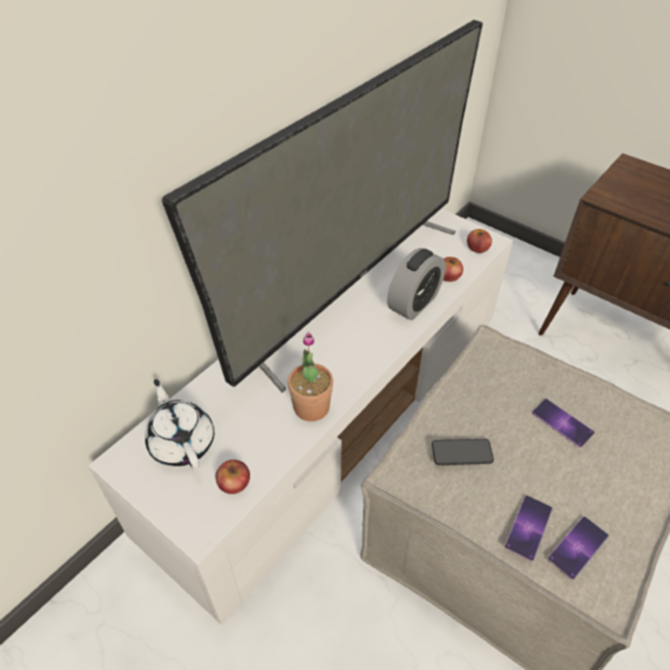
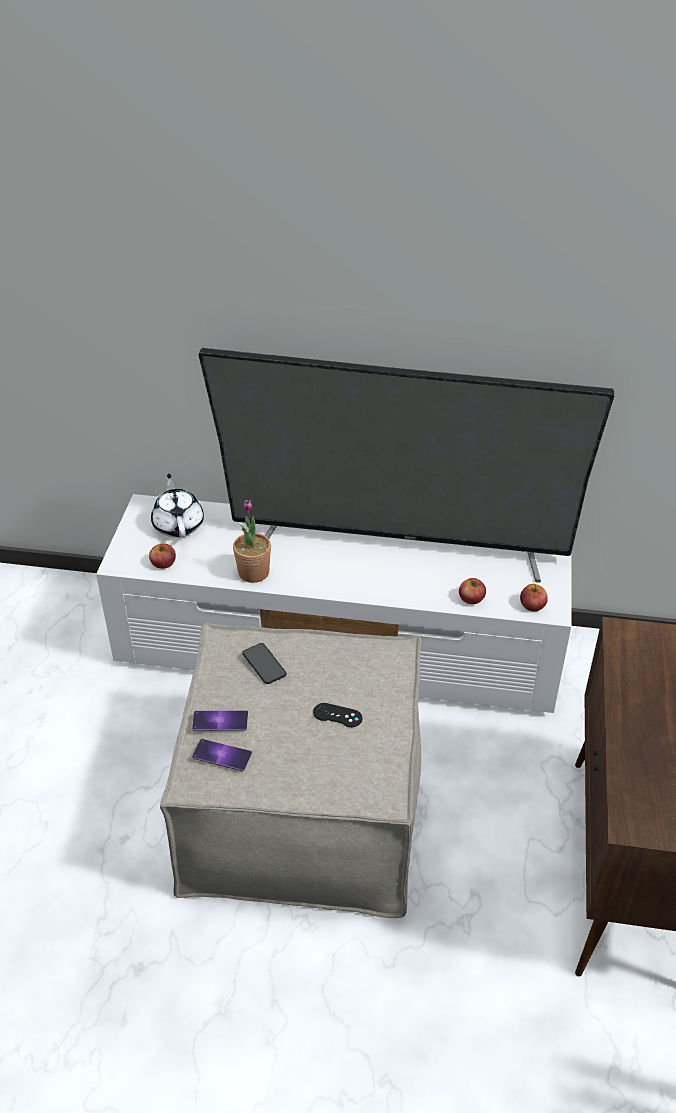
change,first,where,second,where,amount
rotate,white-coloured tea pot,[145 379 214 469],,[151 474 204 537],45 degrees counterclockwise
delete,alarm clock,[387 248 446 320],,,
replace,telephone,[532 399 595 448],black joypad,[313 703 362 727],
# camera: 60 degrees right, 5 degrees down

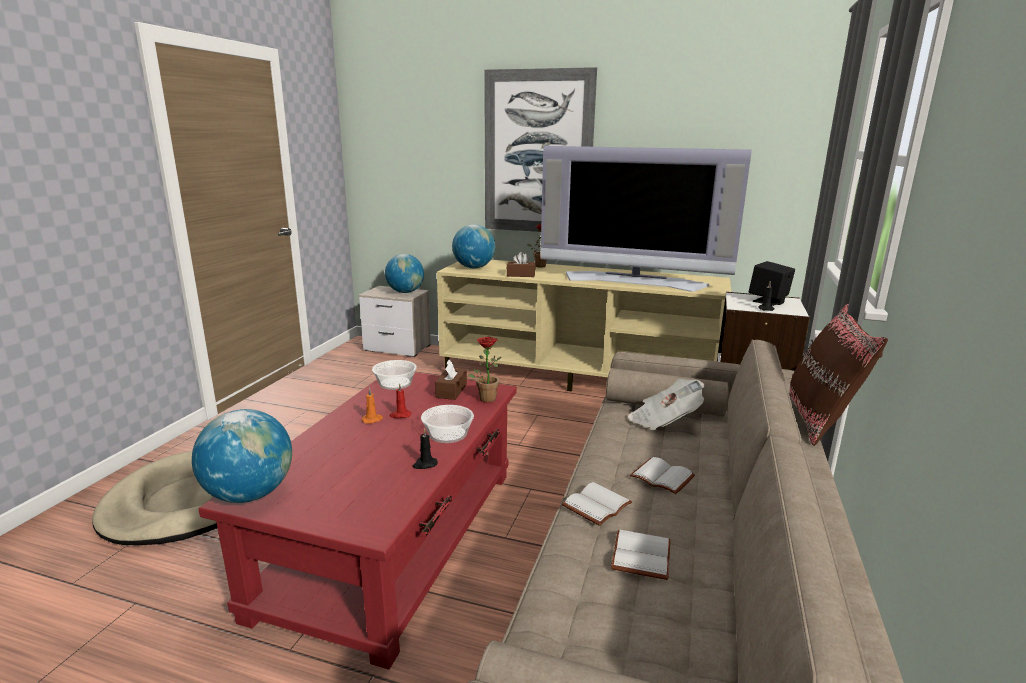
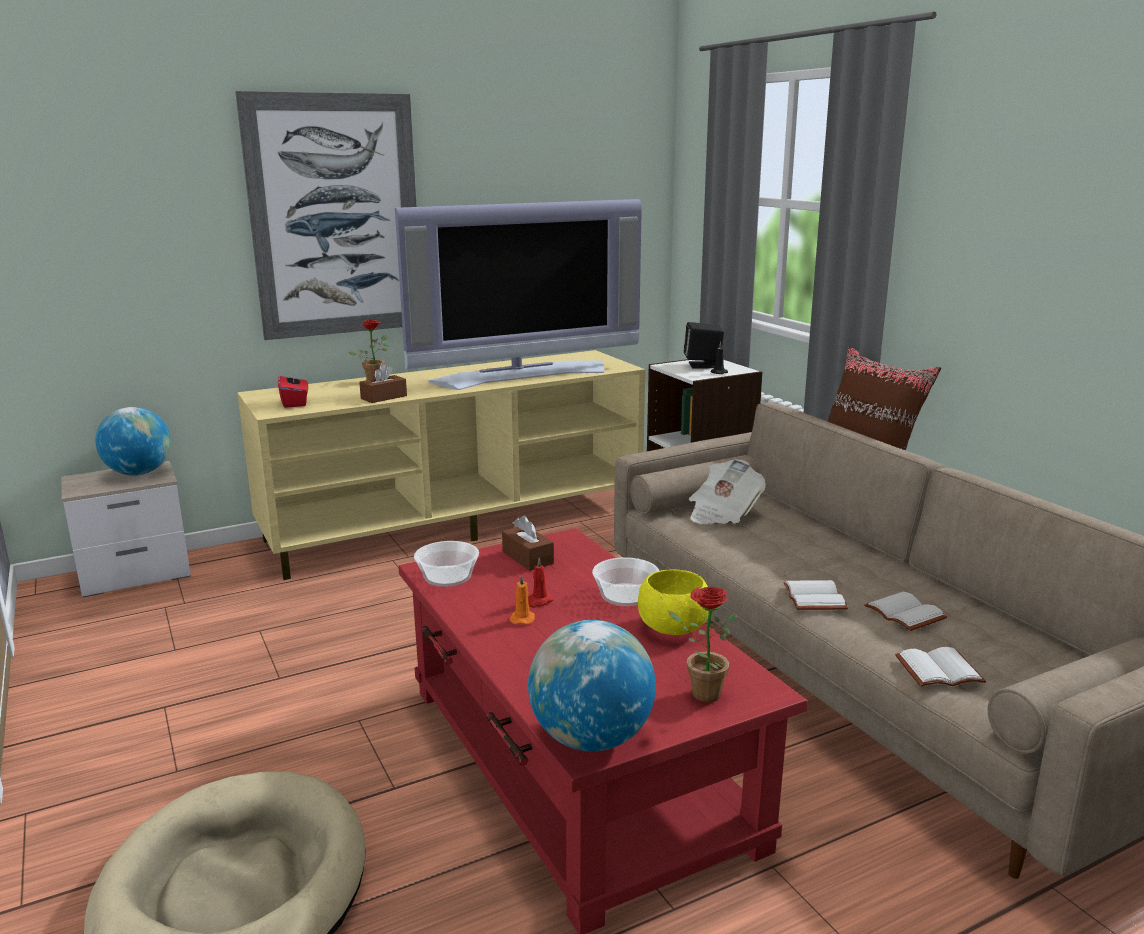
change,first,where,second,where,amount
replace,black candle,[413 428 438 469],yellowish bowl,[638 569 709 635],
replace,world globe,[452 224 495 268],reddish box of tissues,[278 372 308 408],
move,plant in a pot,[468 337 501 403],,[668 587 735 703],
move,white-coloured book,[630 457 695 494],,[895 647 986 686],
# camera: 45 degrees left, 0 degrees up

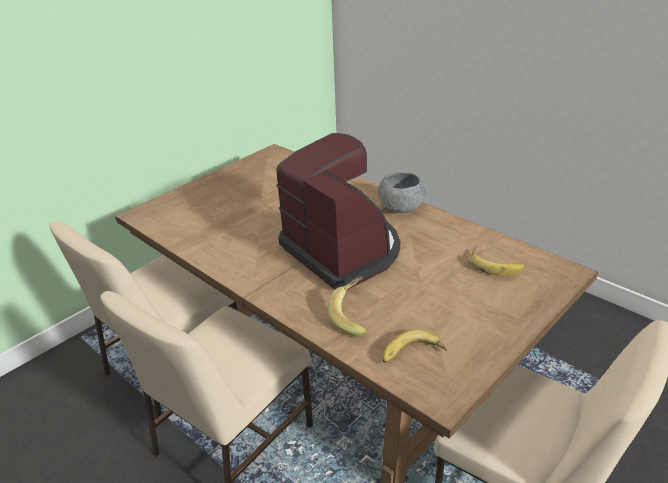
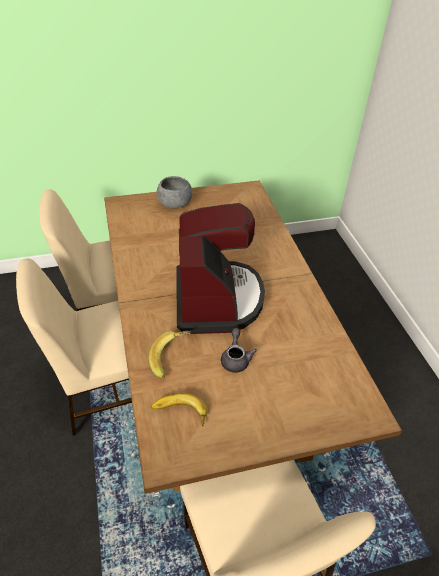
change,first,where,second,where,amount
move,greyish bowl,[378 172 426 213],,[157 176 192 209],
delete,banana fruit,[468 248 525 276],,,
insert,,,greyish tea pot,[221 328 257 373],
# camera: 30 degrees right, 10 degrees up

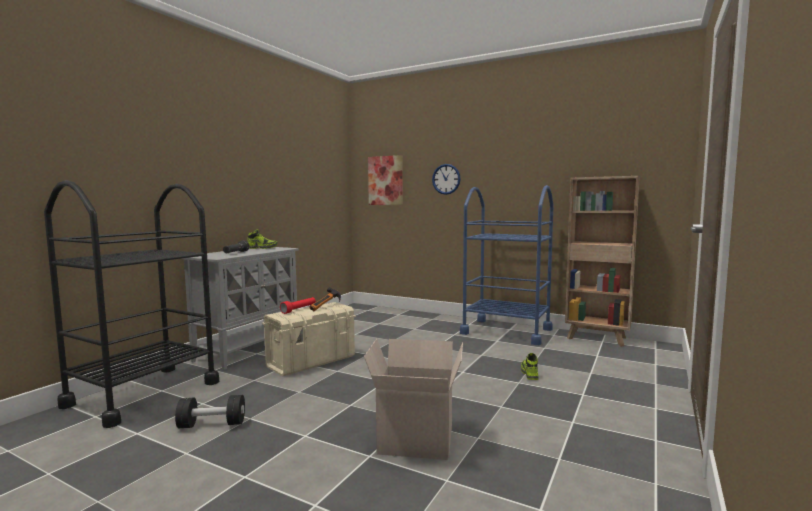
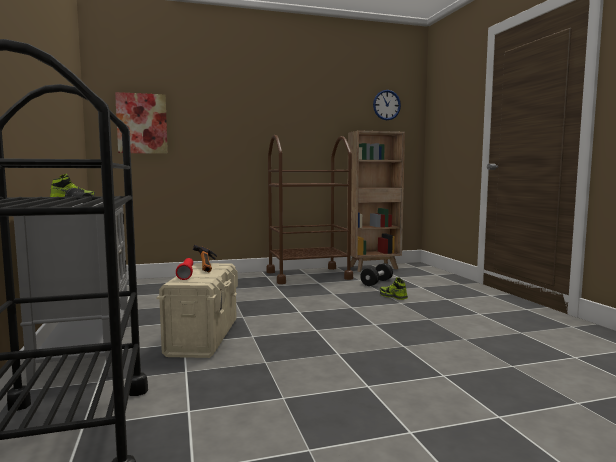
change,first,where,second,where,amount
move,black hand weight,[175 395 245 428],,[360 263 393 286],
delete,cardboard box,[364 339 463 460],,,
move,clock on the wall,[432 164 461 195],,[373 90 401 120],
recolor,bluish cart,[460 185 554 345],brownish cart,[266 135 353 284],
# camera: 45 degrees left, 0 degrees up

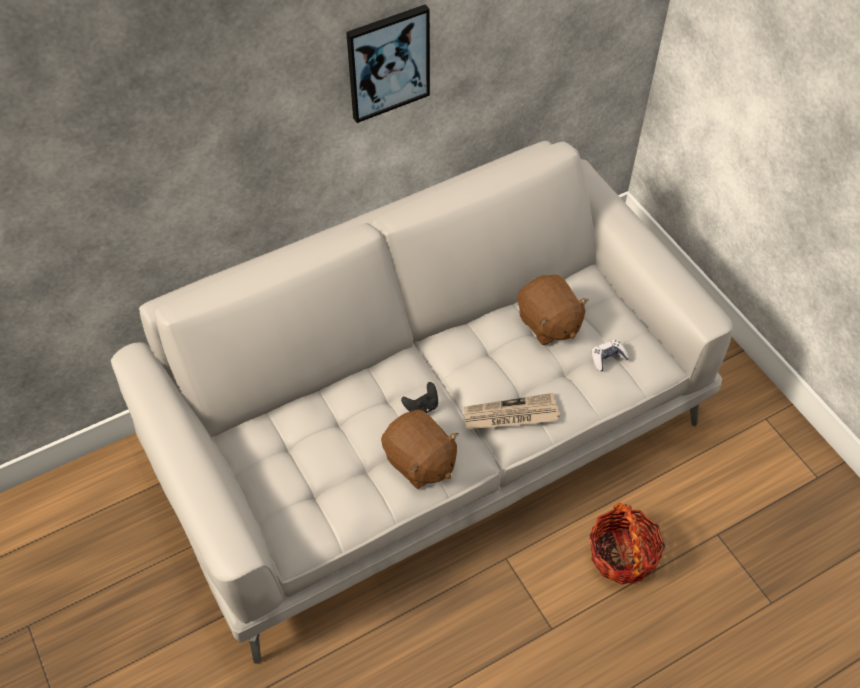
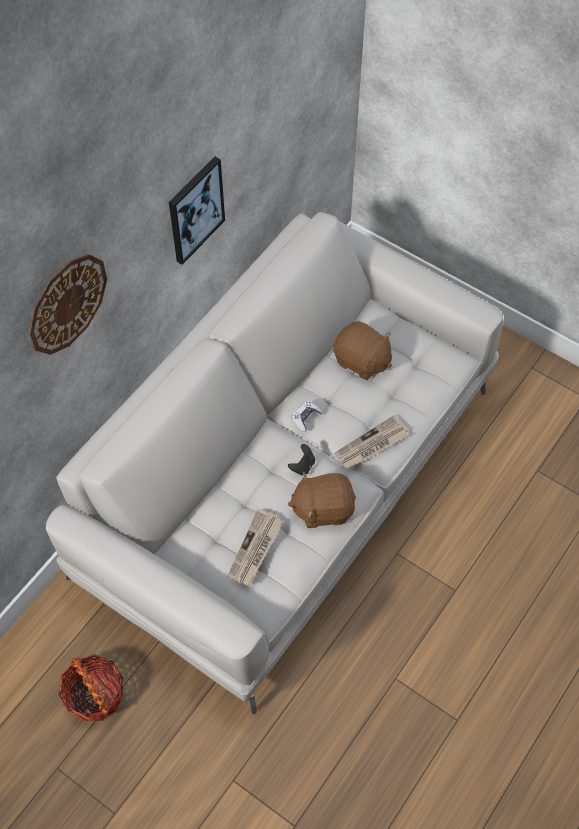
change,first,where,second,where,amount
rotate,brownish plush toy,[381 410 459 489],,[288 472 356 528],150 degrees clockwise
move,household basket,[589 503 665 585],,[58 654 123 721],
move,joypad,[591 339 629 371],,[292 401 322 432],
insert,,,clock on the wall,[29 254 107 355],
insert,,,newspaper,[227 509 283 586],
# camera: 25 degrees left, 5 degrees up

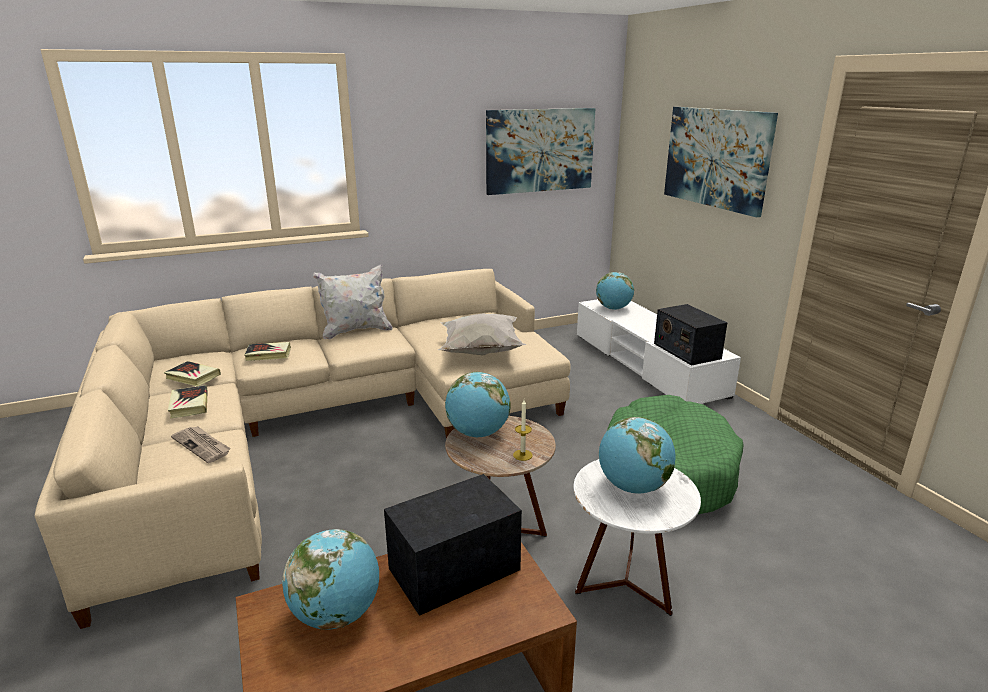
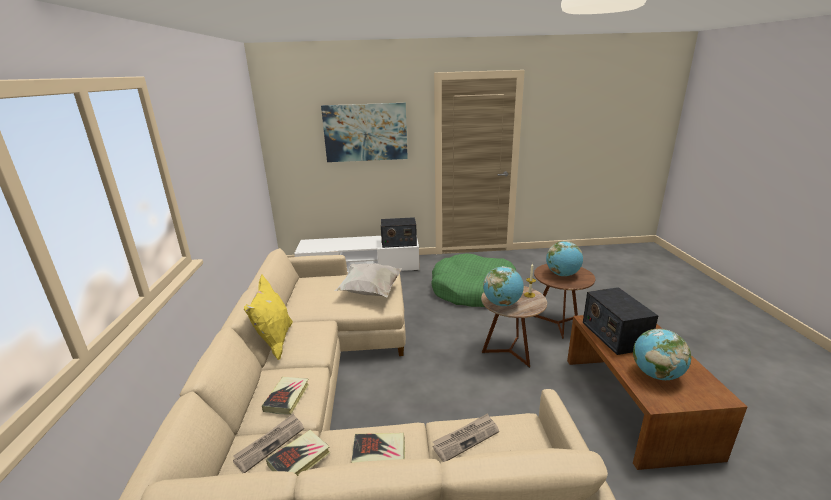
change,first,where,second,where,amount
recolor,white-coloured cushion,[313 264 392 339],yellowish cushion,[244 274 293 360],
delete,picture,[486 108 595 195],,,
recolor,white-coloured accent table,[573 459 701 616],brownish accent table,[534 264 595 339],
delete,world globe,[596 272 634 310],,,
insert,,,newspaper,[233 414 304 473],
# camera: 70 degrees left, 0 degrees up

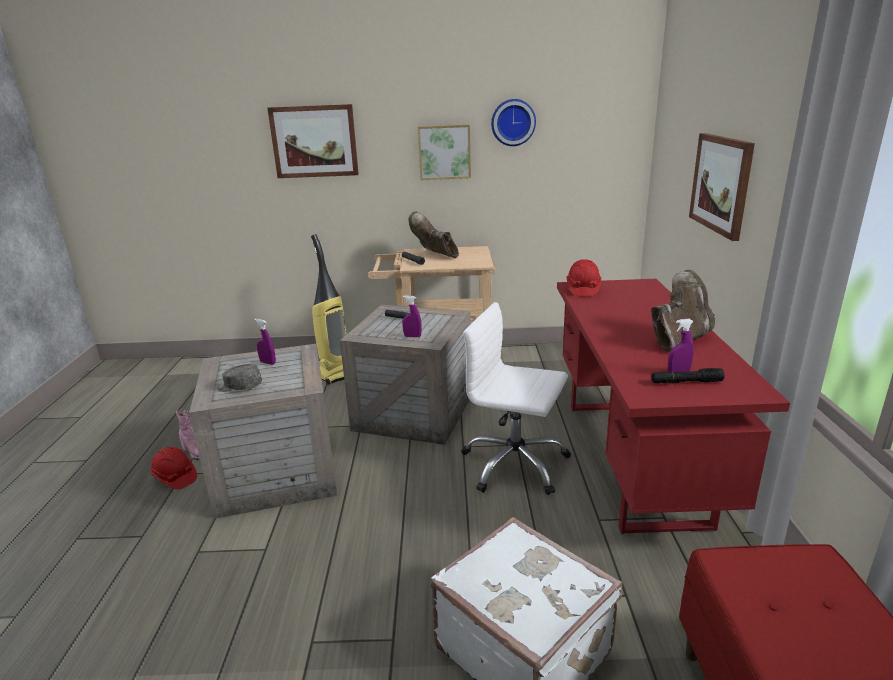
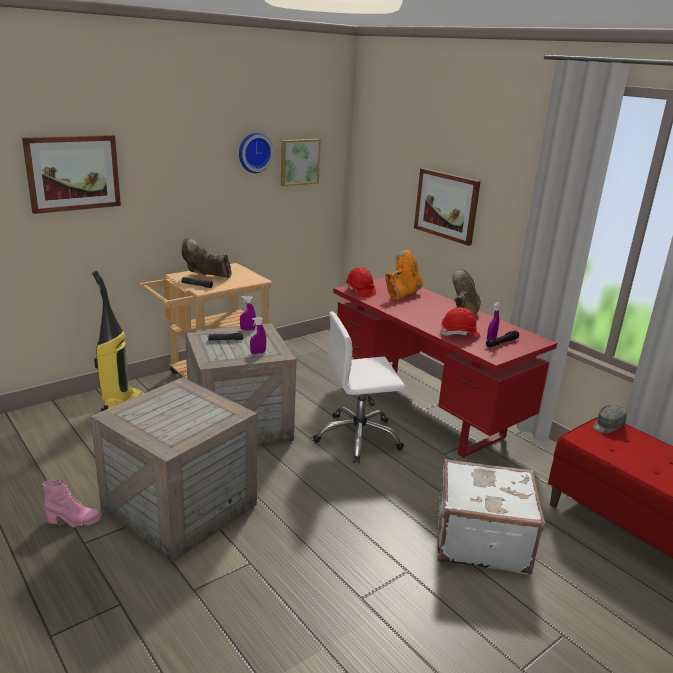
change,first,where,second,where,amount
move,reddish work helmet,[150 447 197 490],,[440 307 481 337],
move,greyish cap,[217 364 262 392],,[593 405 626 433],
move,purplish hand sprayer,[254 319 276 365],,[240 296 256 330],
move,picture,[418 124 471 180],,[281 139 321 186],
insert,,,orange-coloured boot,[385 250 423 302],
# camera: 40 degrees left, 0 degrees up

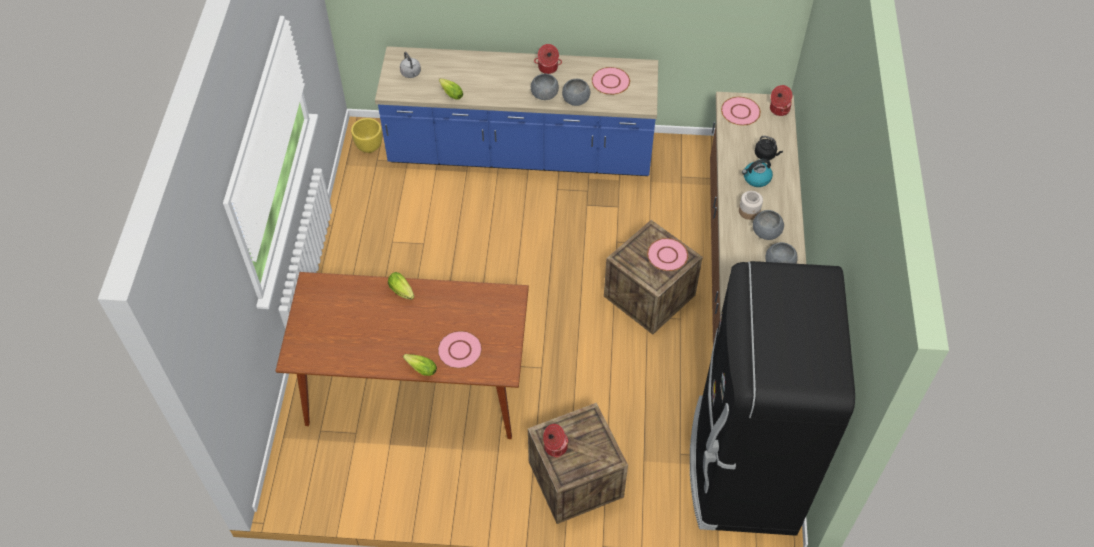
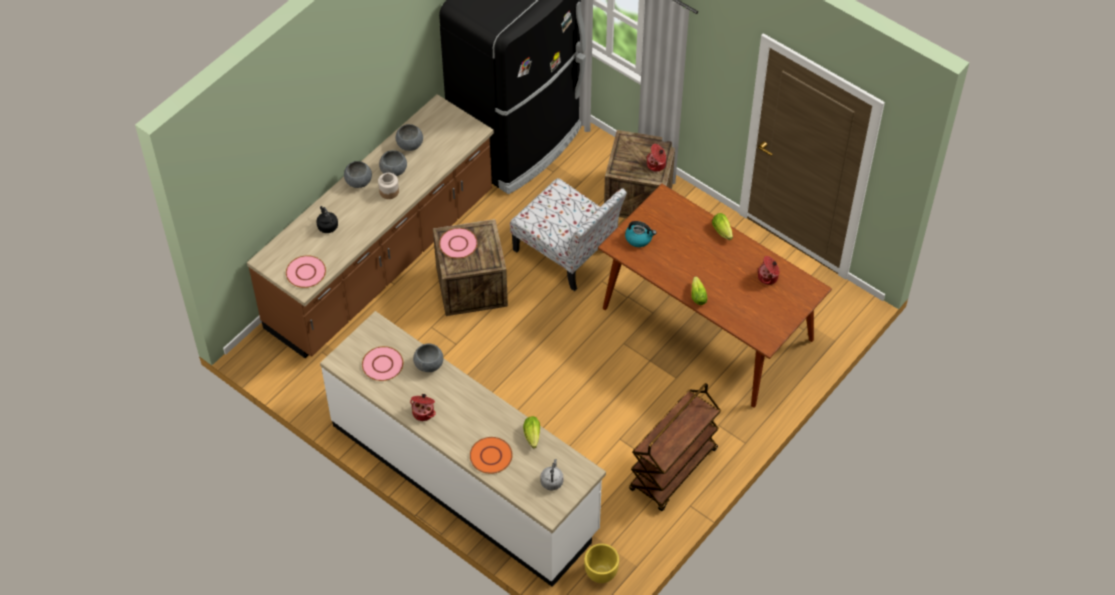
change,first,where,second,where,amount
recolor,bluish counter,[375 46 658 176],white-coloured counter,[320 311 606 587],
delete,pink plate,[437 330 482 369],,,
move,greyish bowl,[531 74 559 100],,[344 161 372 188],
move,kettle,[742 159 773 187],,[625 221 657 247],
move,stockpot,[770 85 792 116],,[758 256 780 285],
insert,,,orange-coloured plate,[470 437 513 474],
insert,,,upright chair,[510 178 627 291],
insert,,,brownish cart,[629 383 721 511],
# camera: 145 degrees left, 0 degrees up

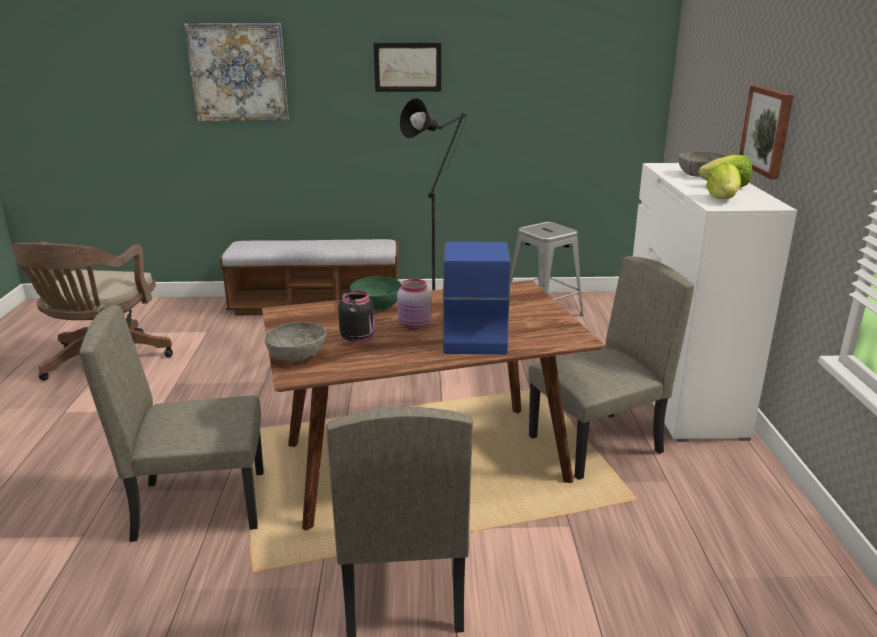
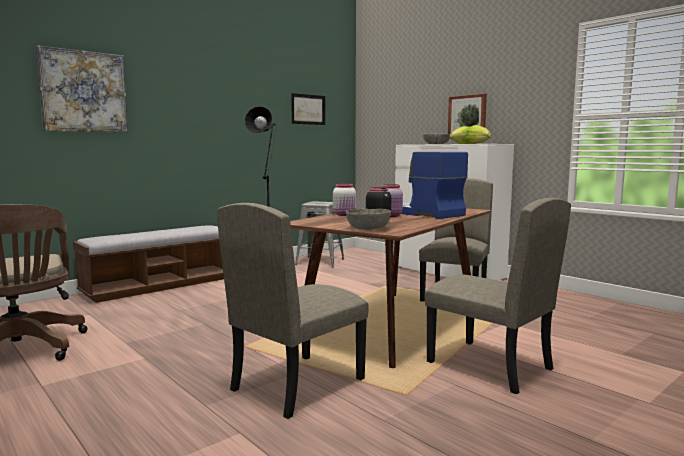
change,first,where,second,where,amount
replace,green bowl,[350 276 401 310],white-coloured jar,[333 184 356 216],
move,picture,[374 43 441 92],,[291 93 325 125],
# camera: 40 degrees left, 15 degrees down

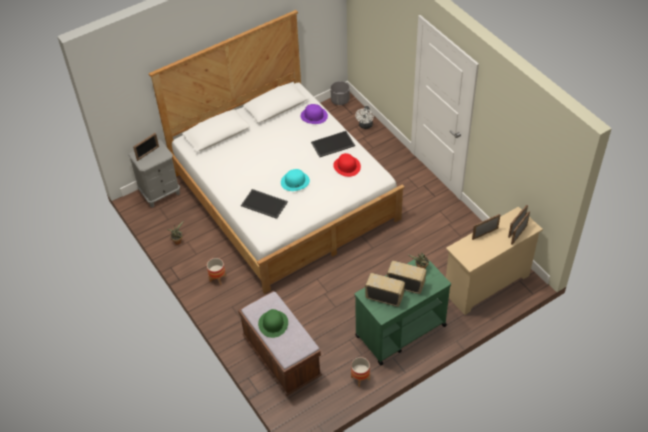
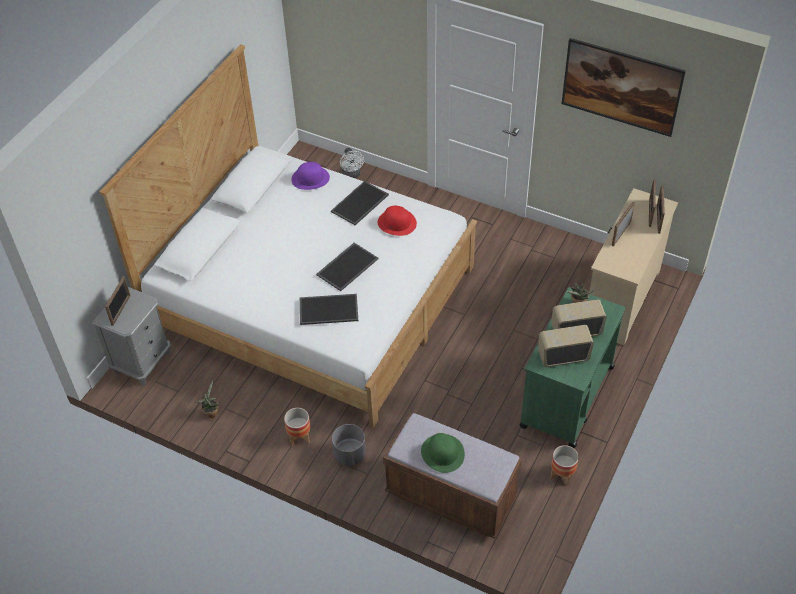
change,first,where,second,where,amount
replace,turquoise wearable hat,[281 169 310 191],serving tray,[316 243 378 291],
move,greyish plant pot,[331 81 350 105],,[332 424 366 466],
insert,,,picture,[562 38 686 137],
# camera: 30 degrees left, 0 degrees up

